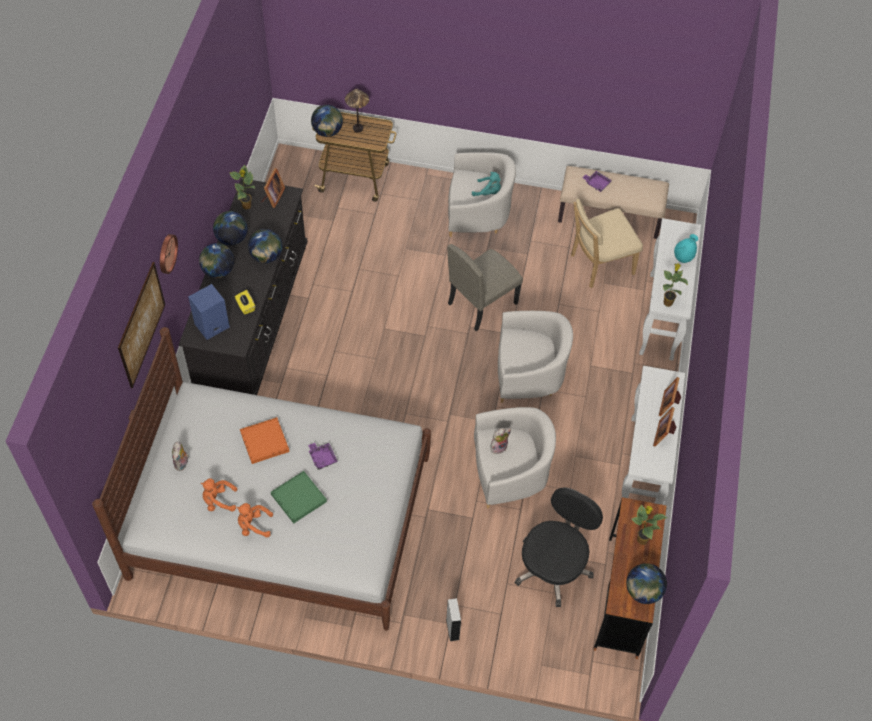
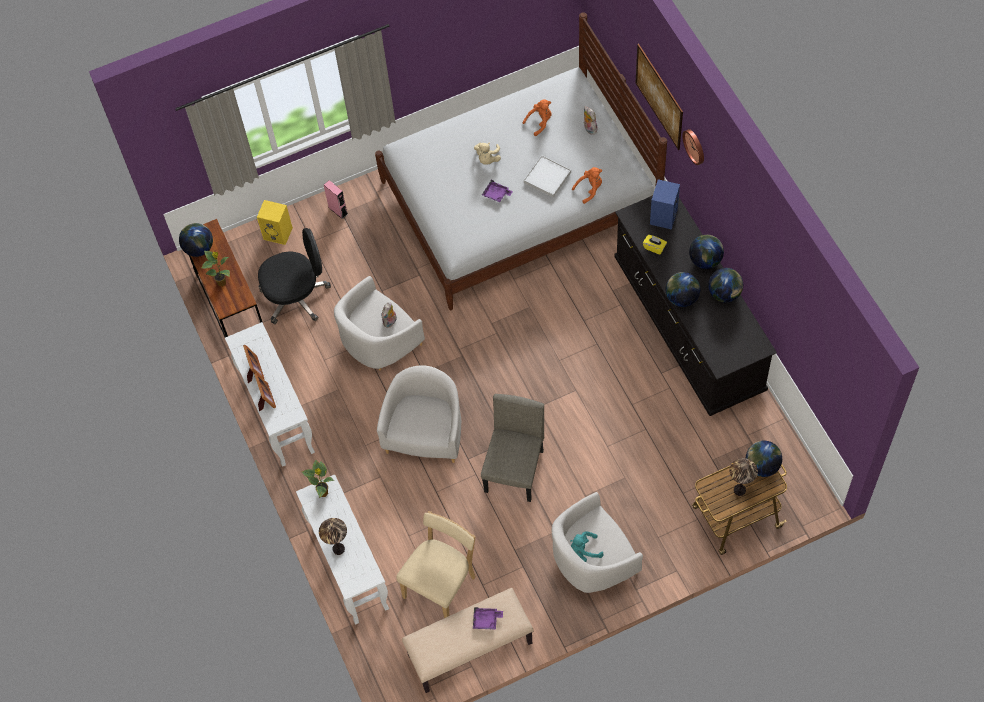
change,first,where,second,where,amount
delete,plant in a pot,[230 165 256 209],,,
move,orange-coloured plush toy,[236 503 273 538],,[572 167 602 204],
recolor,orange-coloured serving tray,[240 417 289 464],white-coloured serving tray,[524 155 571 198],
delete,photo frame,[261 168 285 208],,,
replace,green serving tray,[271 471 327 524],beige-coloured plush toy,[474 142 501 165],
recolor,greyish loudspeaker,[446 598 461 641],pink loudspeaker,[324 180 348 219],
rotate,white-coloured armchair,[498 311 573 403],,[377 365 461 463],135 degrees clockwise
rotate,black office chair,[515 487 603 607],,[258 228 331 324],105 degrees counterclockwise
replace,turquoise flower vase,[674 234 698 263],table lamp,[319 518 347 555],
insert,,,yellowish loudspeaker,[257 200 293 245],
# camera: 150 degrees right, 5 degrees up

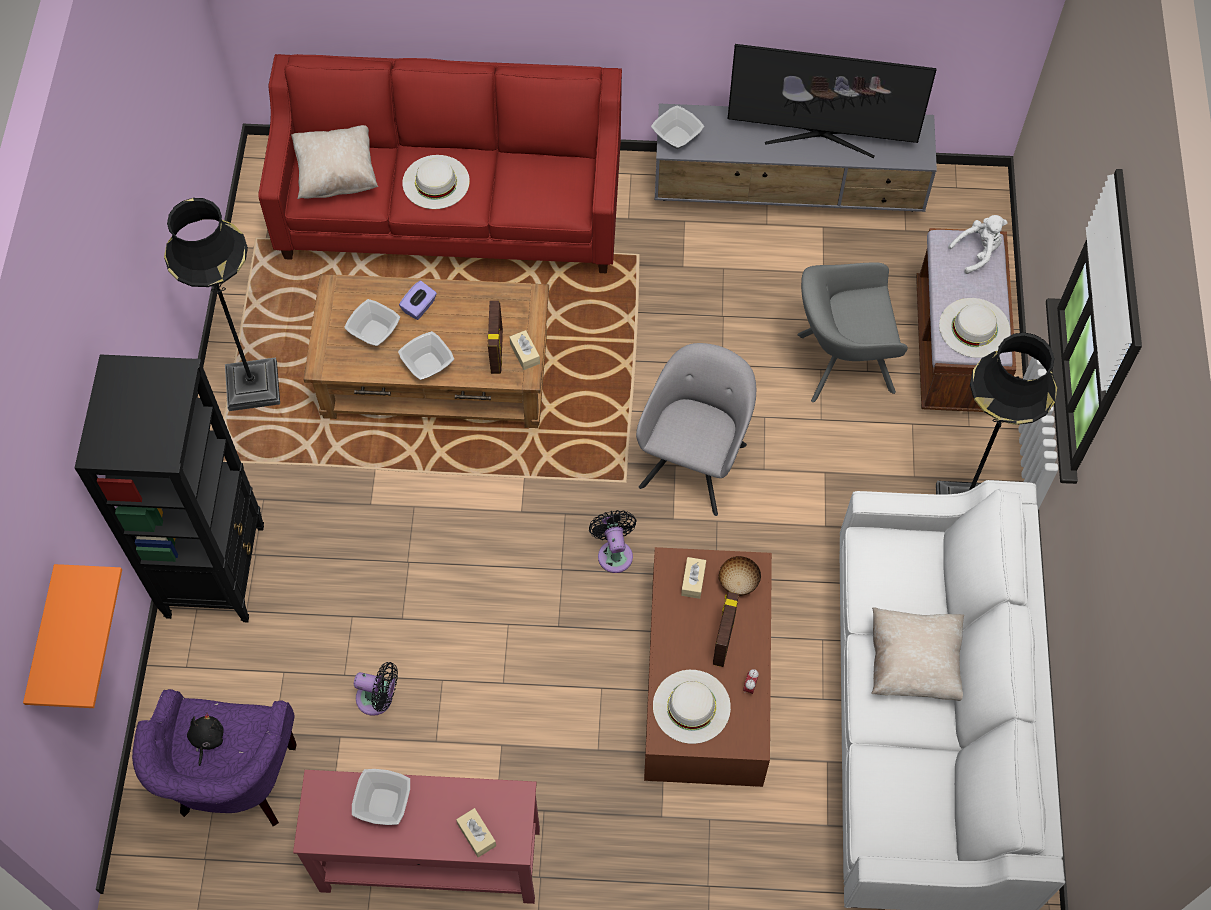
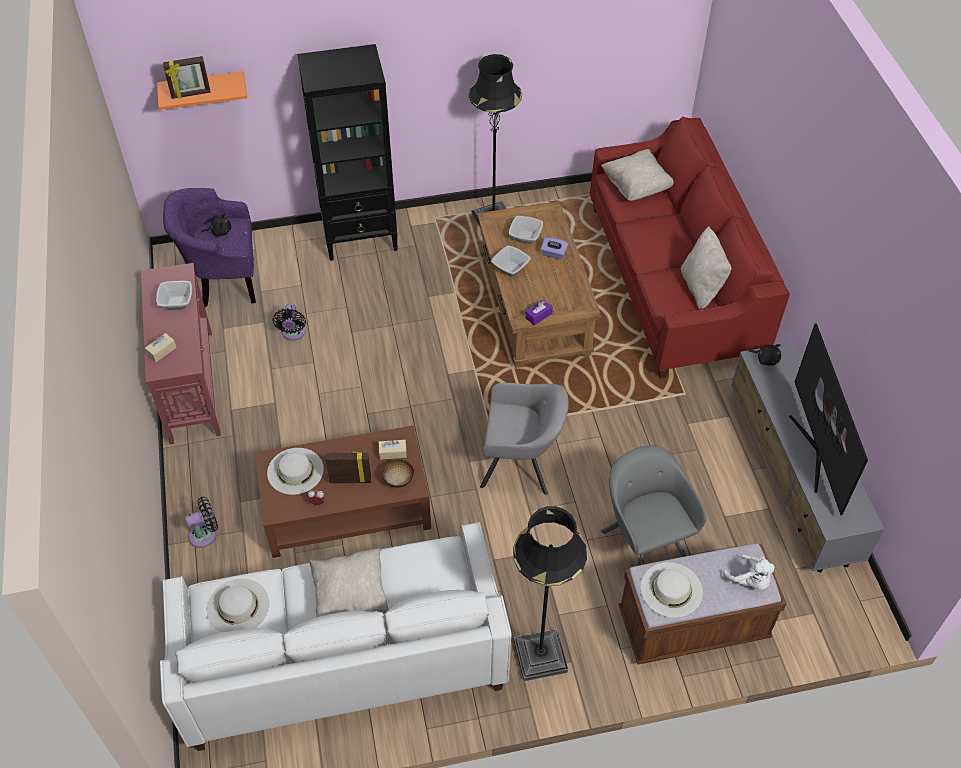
change,first,where,second,where,amount
move,white-coloured wearable hat,[402 155 470 209],,[206 579 269 633],
move,photo frame,[488 301 503 374],,[163 56 211 99],
recolor,beige-coloured box of tissues,[510 330 540 370],purplish box of tissues,[525 300 553 325],
move,black fan,[589 510 636 573],,[184 497 218 548],
replace,bowl,[651 105 704 149],black plush toy,[748 344 782 366],
insert,,,beige-coloured cushion,[681 227 731 310],
# camera: 75 degrees right, 10 degrees down

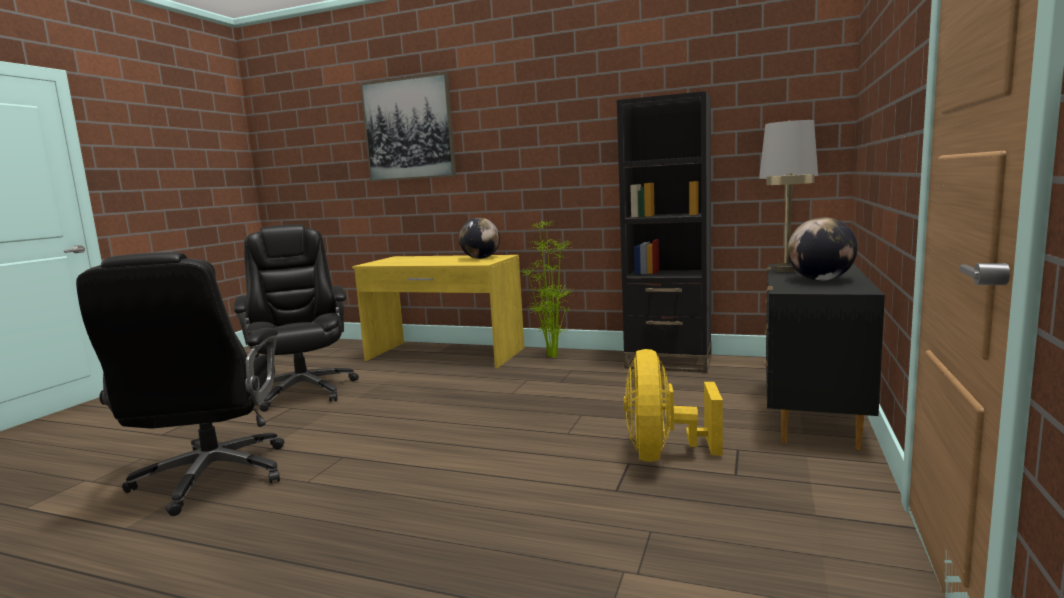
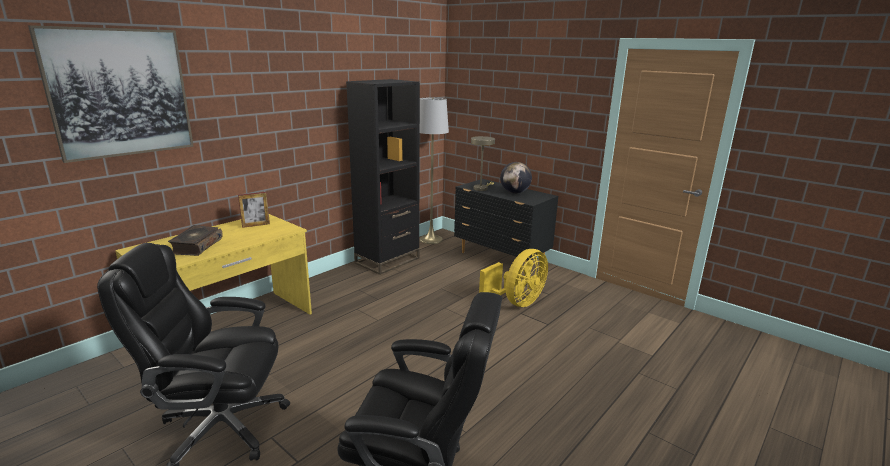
change,first,where,second,where,amount
replace,world globe,[459 218 500 259],photo frame,[238 192 270 228],
delete,plant in a pot,[519 220 574 358],,,
rotate,yellowish fan,[624 349 723 462],,[479 249 548 307],75 degrees counterclockwise
insert,,,book,[168 225 223 256],
# camera: 70 degrees left, 10 degrees up

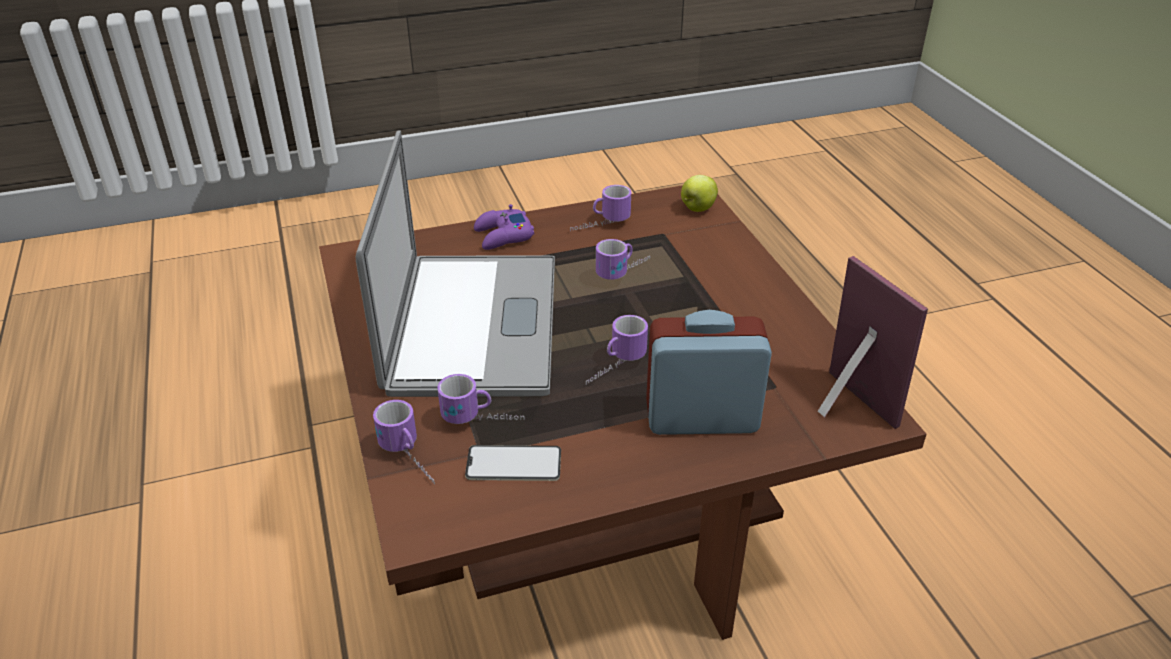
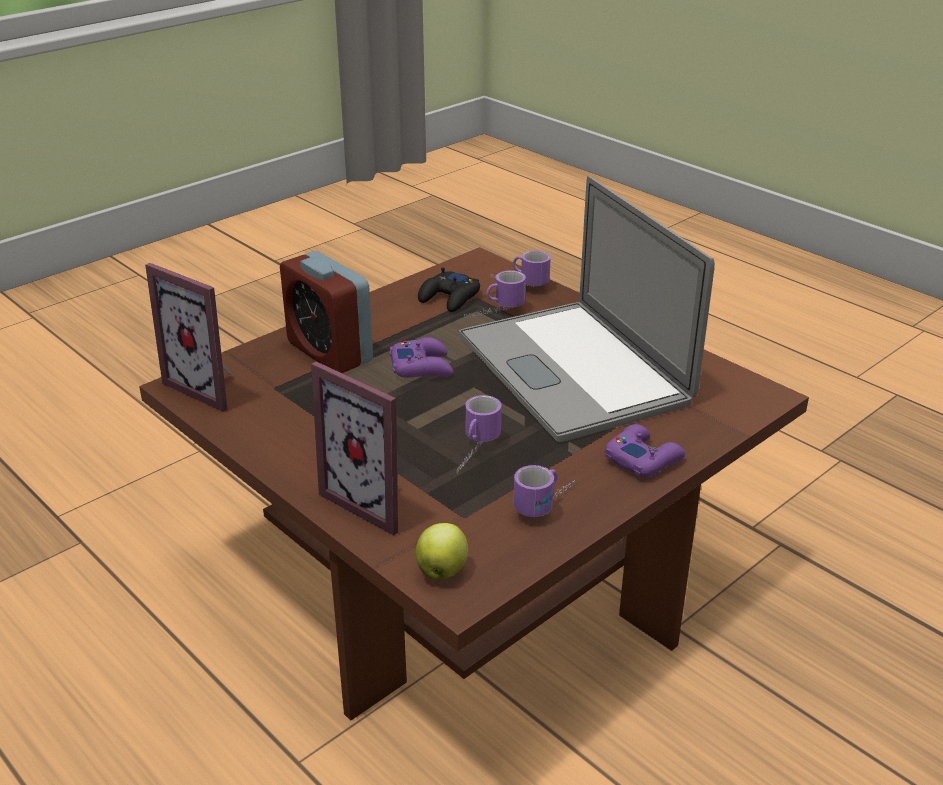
change,first,where,second,where,amount
replace,telephone,[465 445 561 481],black joypad,[418 267 480 312],
replace,tea mug,[586 315 648 385],purplish joypad,[390 337 453 378],
rotate,alarm clock,[646 310 772 435],,[280 251 373 373],75 degrees clockwise
insert,,,photo frame,[311 361 401 536],
# camera: 155 degrees right, 5 degrees down

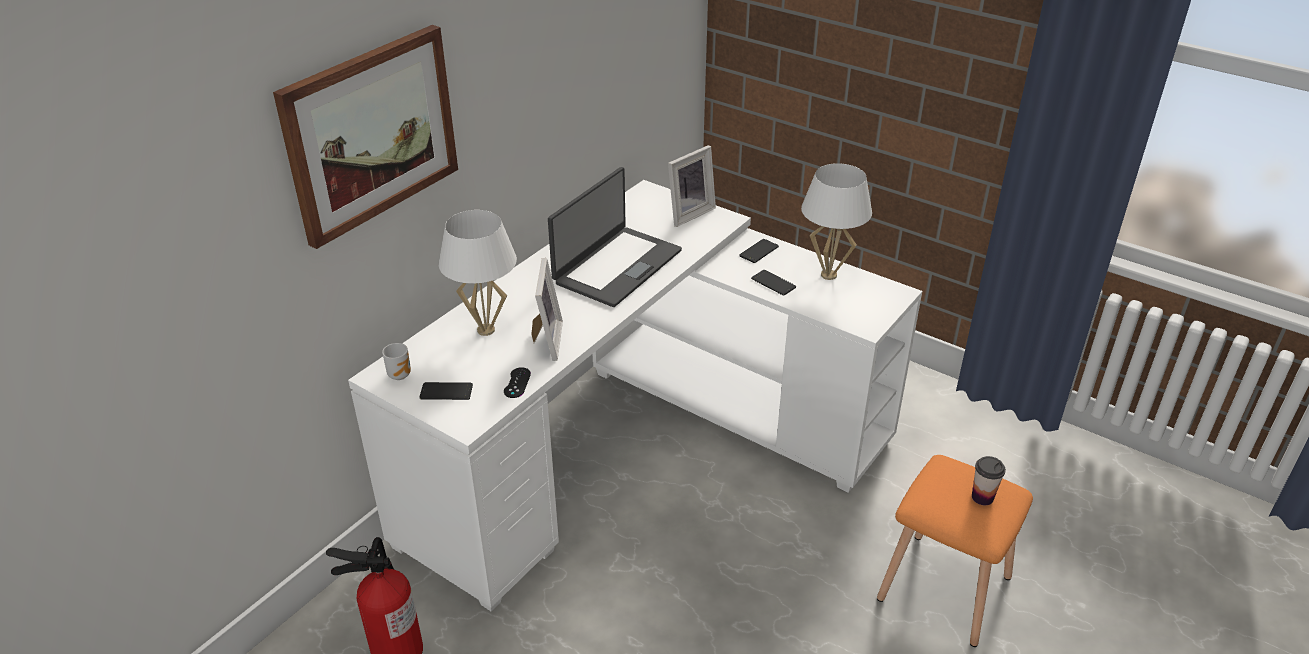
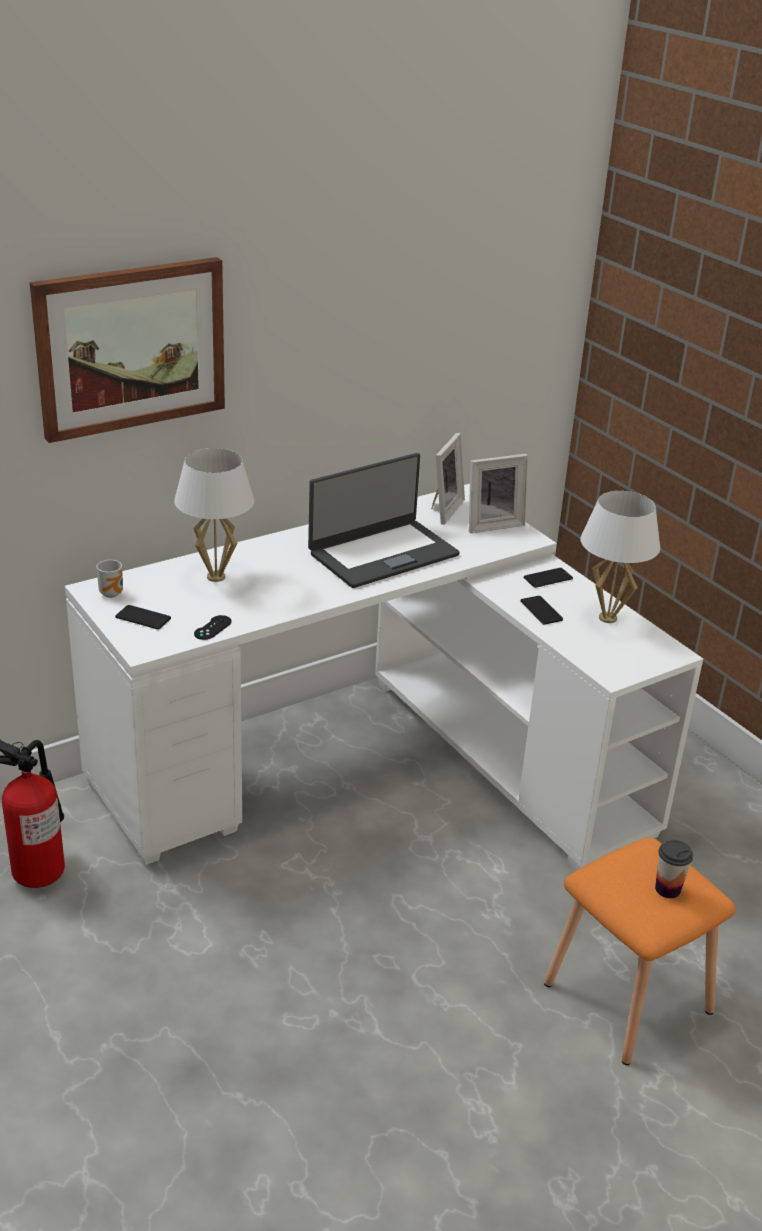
change,first,where,second,where,amount
move,photo frame,[531 258 563 361],,[432 433 465 525],
# camera: 20 degrees right, 5 degrees down

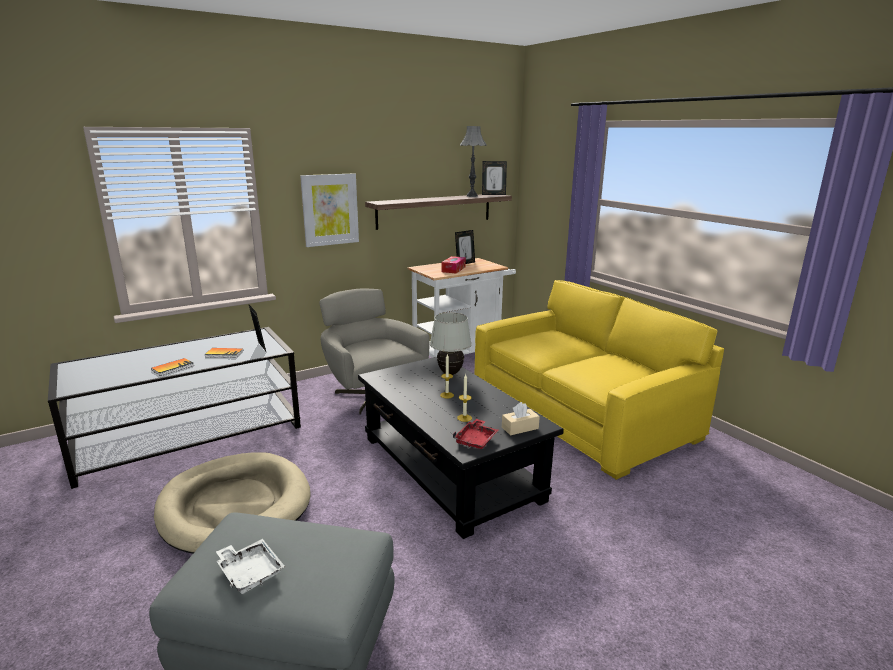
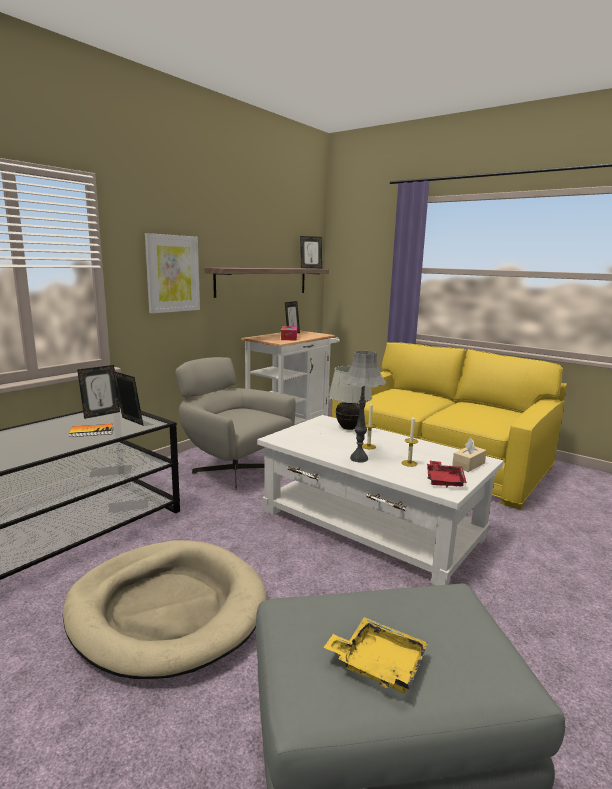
change,first,where,second,where,amount
delete,book,[151 358 194 376],,,
recolor,white-coloured serving tray,[216 539 285 594],yellowish serving tray,[323 617 428 693],
recolor,black low table,[358 357 564 539],white-coloured low table,[257 415 504 586],
move,greyish table lamp,[460 126 487 197],,[342 351 386 462],
insert,,,photo frame,[77 365 120 419],
# camera: 20 degrees left, 5 degrees down

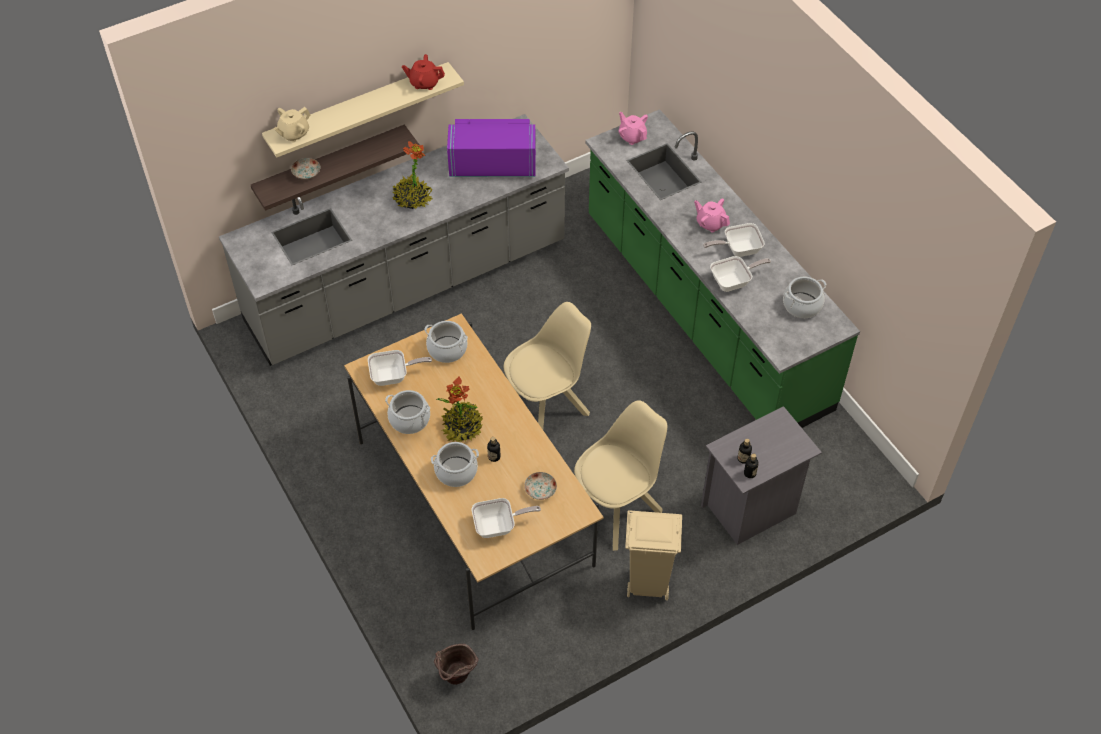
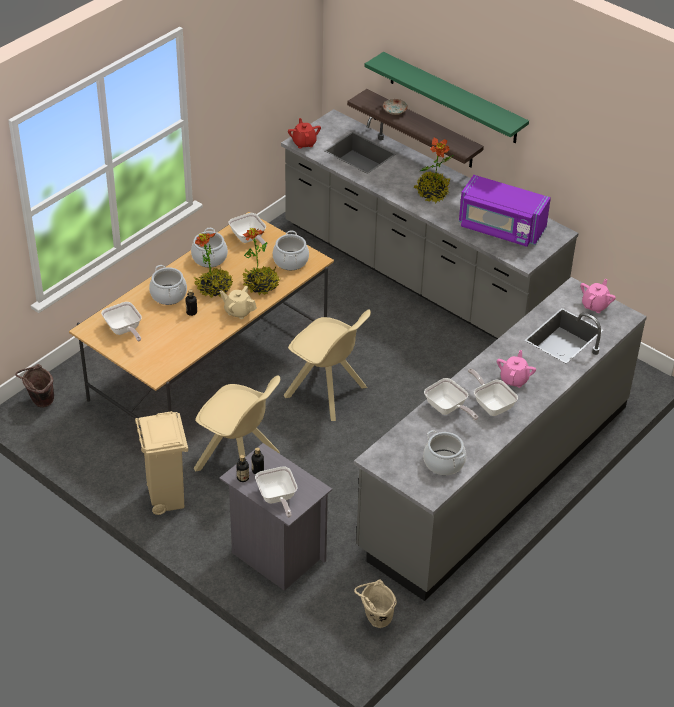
change,first,where,second,where,amount
recolor,beige-coloured wall shelf,[262 62 464 158],green wall shelf,[365 52 529 143],
move,beige-coloured tea pot,[273 107 310 142],,[220 286 257 319],
move,reddish tea pot,[402 54 445 90],,[288 118 321 149],
rotate,purplish microwave oven,[447 119 536 177],,[459 175 551 247],135 degrees clockwise
delete,plate,[524 472 557 500],,,
recolor,green counter,[585 109 860 428],greyish counter,[354 277 647 601],
insert,,,plant in a pot,[243 227 280 295],
insert,,,pan,[255 466 297 518],
insert,,,beige-coloured pail,[354 579 397 628],
# camera: 70 degrees right, 10 degrees down

